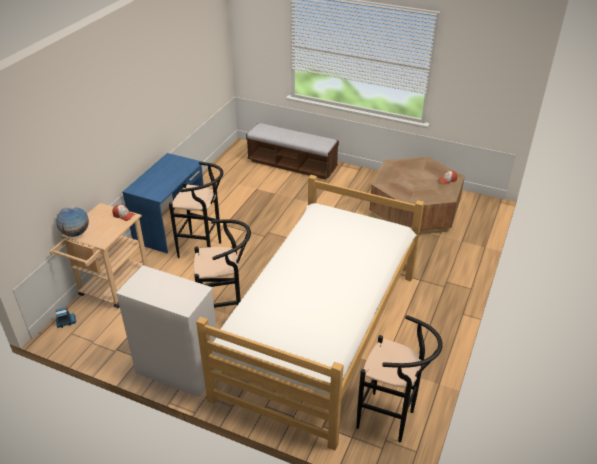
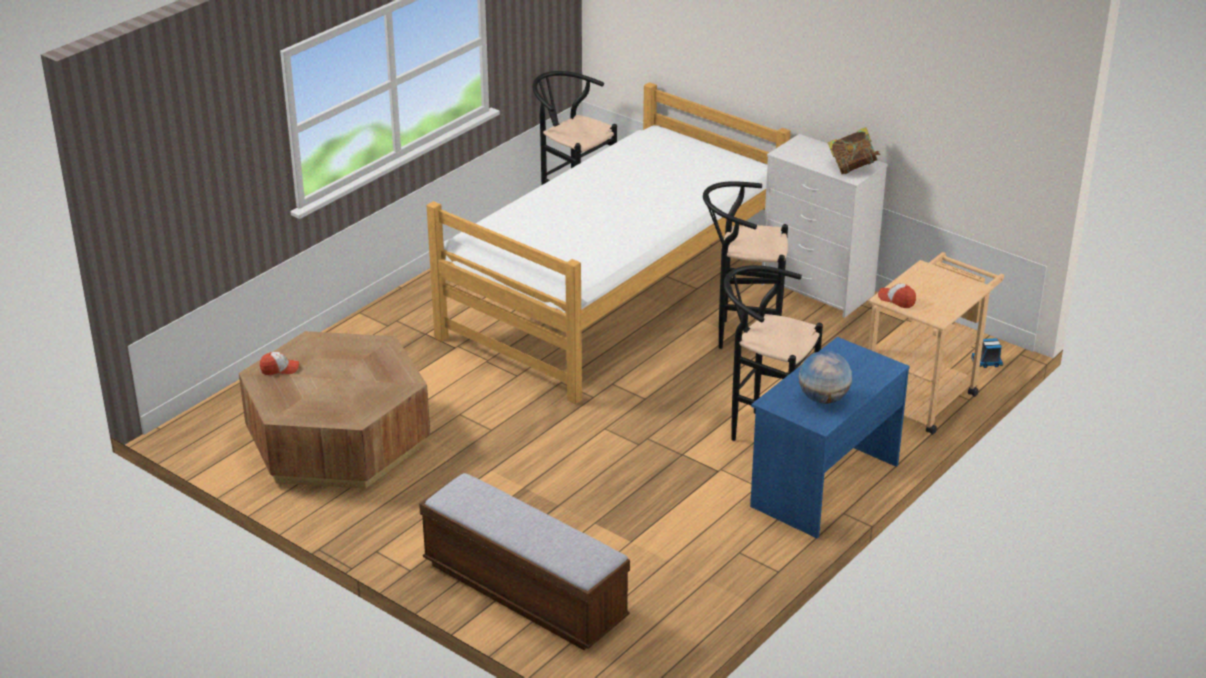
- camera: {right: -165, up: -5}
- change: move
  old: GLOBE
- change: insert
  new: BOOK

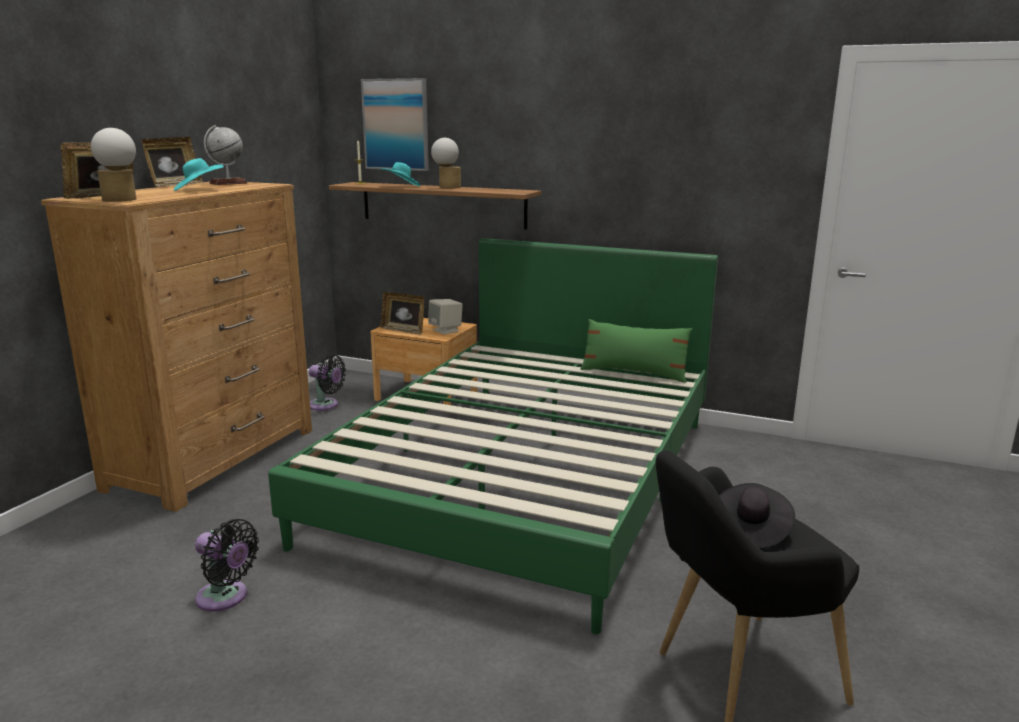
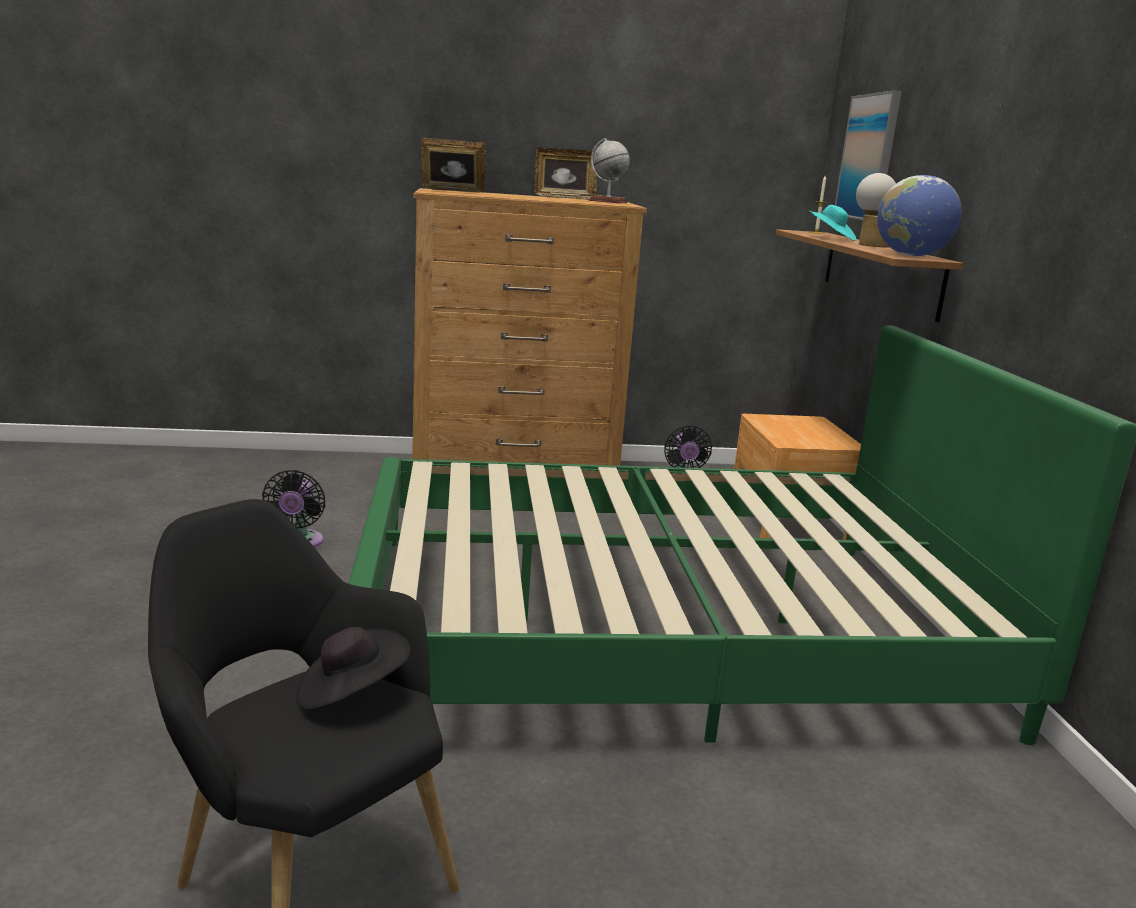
- camera: {right: 60, up: 0}
- change: insert
  new: GLOBE (2nd from left)
- change: delete
  old: TABLE LAMP (1st from left)
- change: delete
  old: TURQUOISE HAT (1st from left)
- change: delete
  old: PICTURE FRAME (3rd from left)
- change: delete
  old: BEIGE SPEAKER
- change: delete
  old: GREEN PILLOW

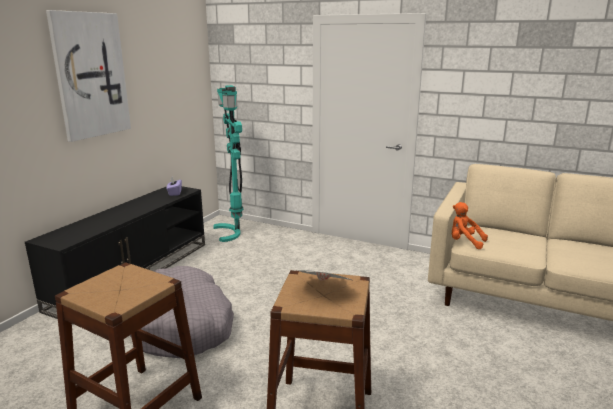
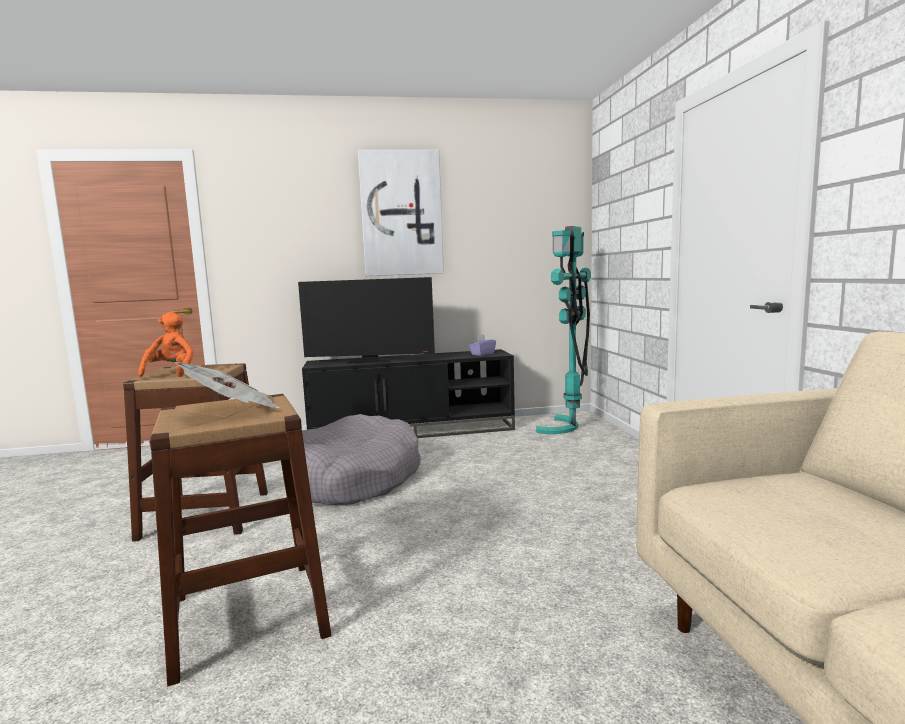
- camera: {right: 55, up: -10}
- change: move
  old: ORANGE PLUSH TOY
- change: insert
  new: TELEVISION

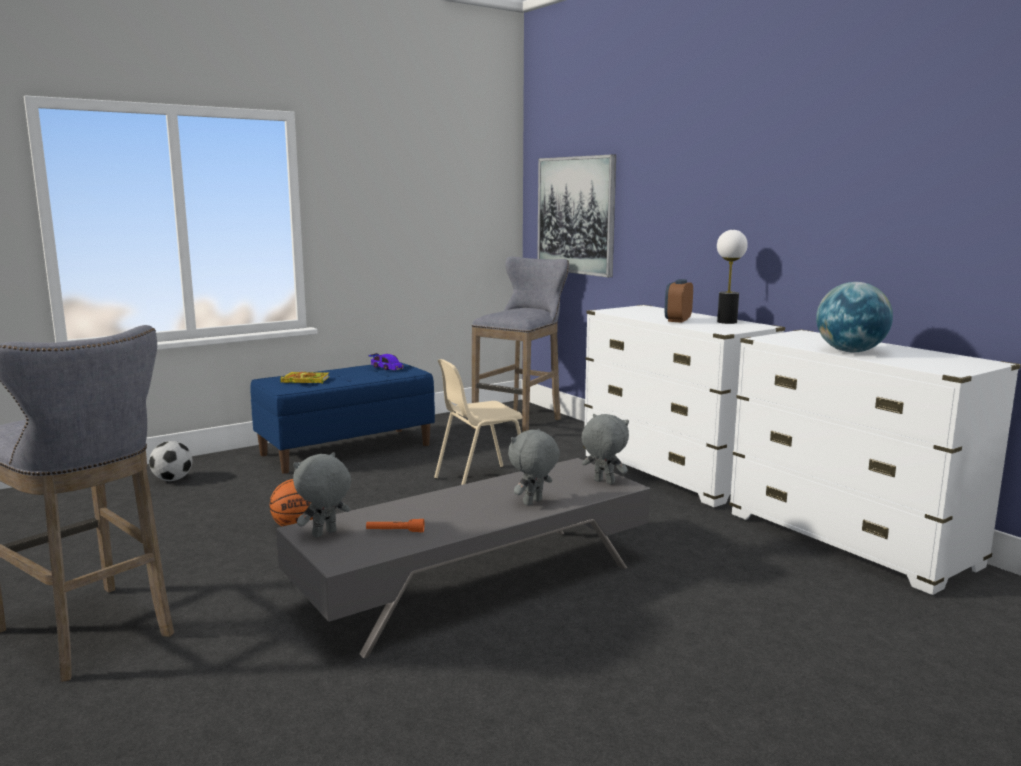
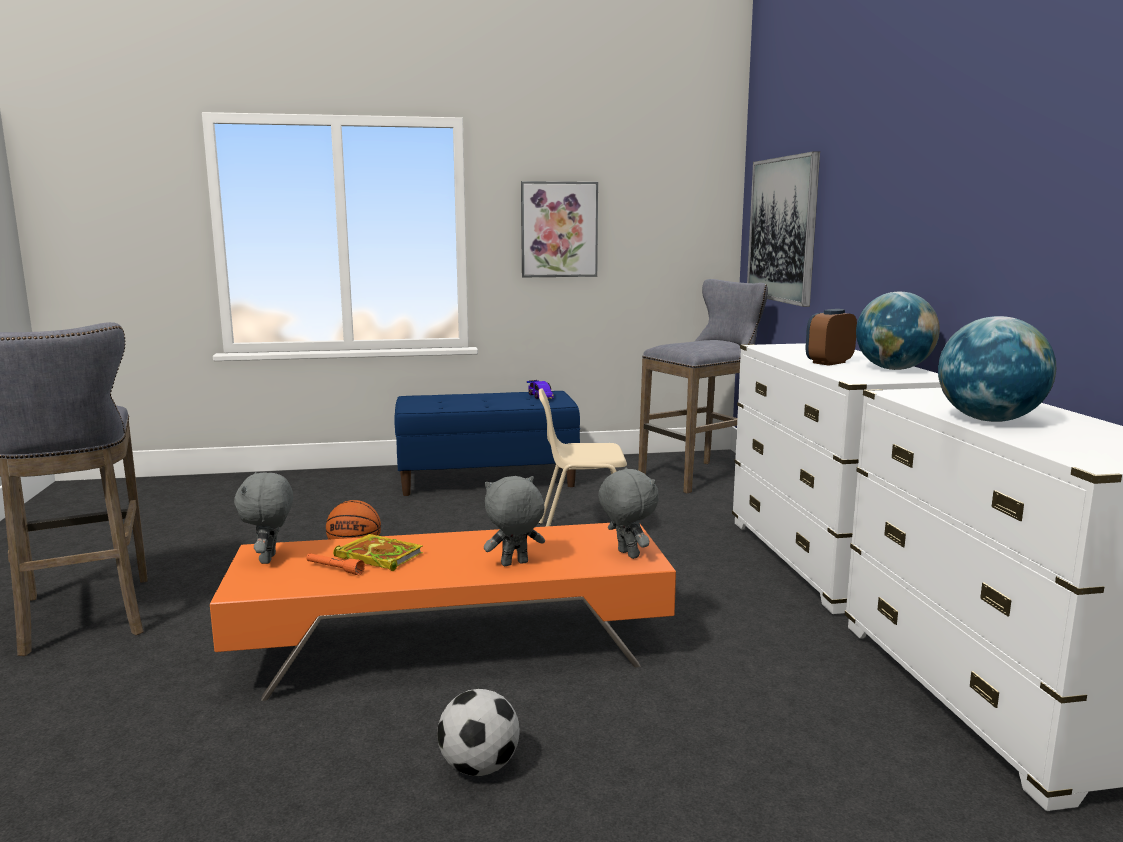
- camera: {right: 25, up: 0}
- change: recolor
  old: GREY COFFEE TABLE
  new: ORANGE COFFEE TABLE
- change: rotate
  old: GREY PLUSH TOY (1st from left)
  degrees: -75
- change: move
  old: BOOK
- change: move
  old: FOOTBALL
- change: insert
  new: PICTURE (1st from left)
- change: replace
  old: TABLE LAMP
  new: GLOBE (1st from left)

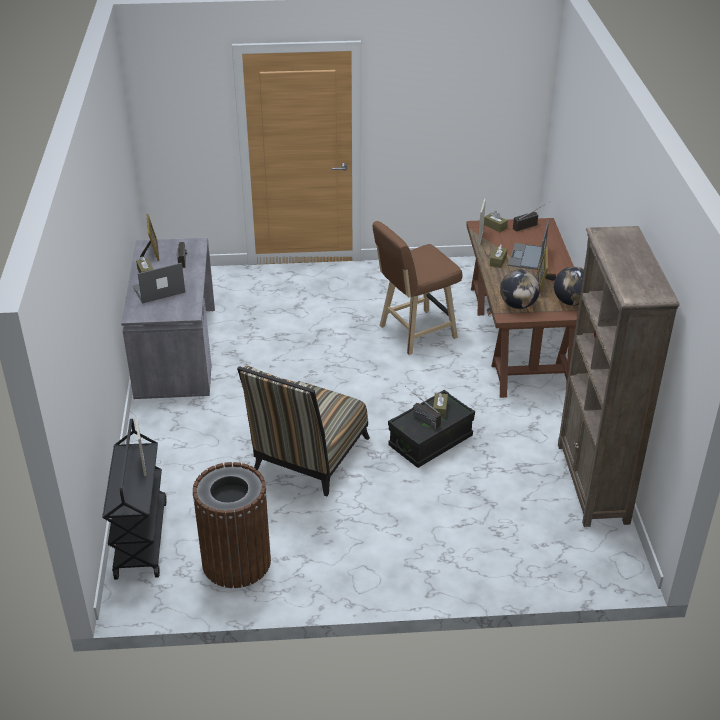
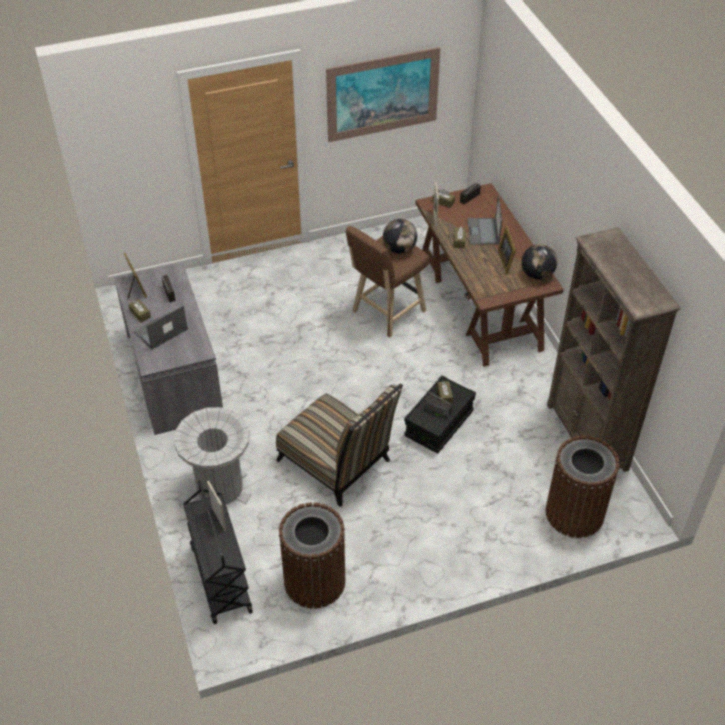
- camera: {right: -15, up: 10}
- change: insert
  new: GREY TRASH CAN
- change: rotate
  old: CHAIR
  degrees: -60
- change: insert
  new: PICTURE
- change: move
  old: GLOBE (1st from left)
- change: insert
  new: BROWN TRASH CAN (2nd from left)

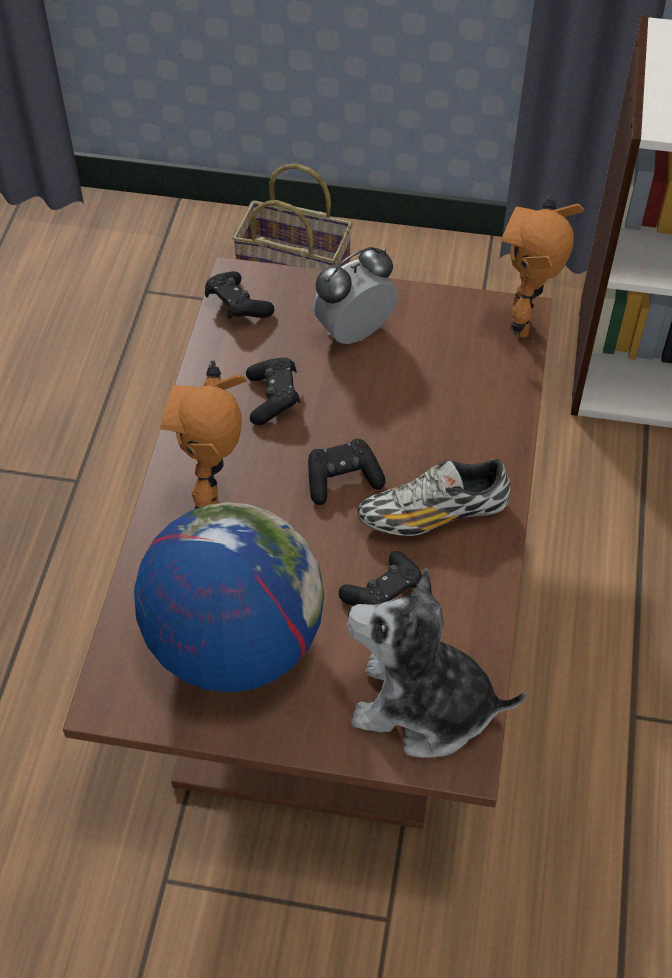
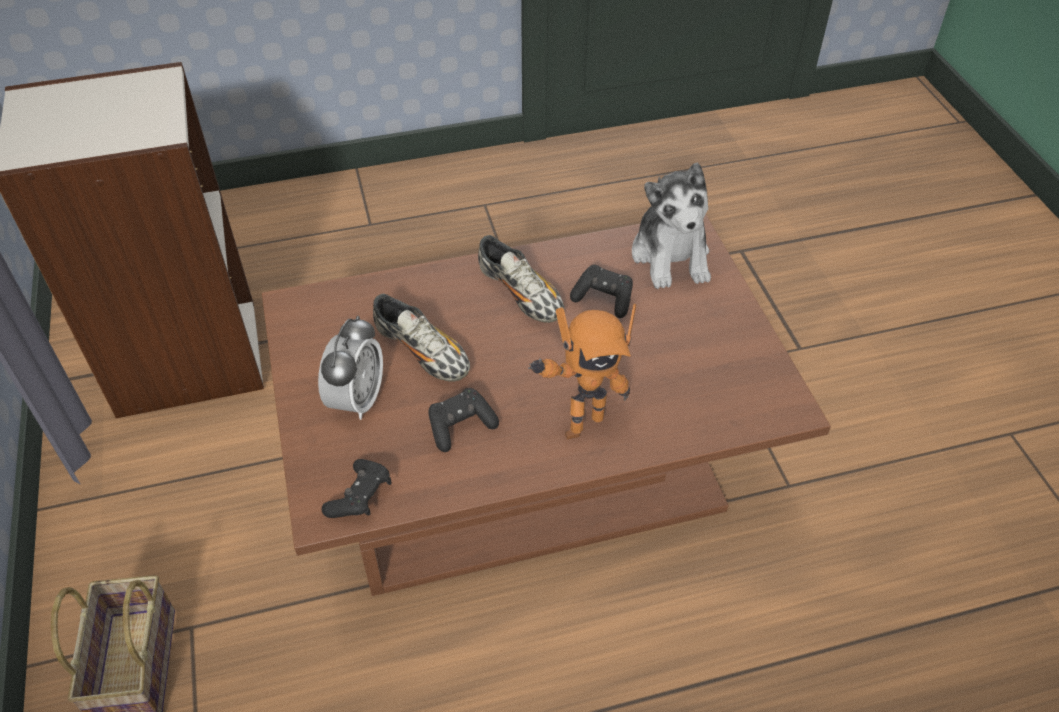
- camera: {right: -115, up: -5}
- change: rotate
  old: ALARM CLOCK
  degrees: -105
- change: insert
  new: SHOE (1st from left)
- change: delete
  old: GLOBE
- change: delete
  old: BLACK GAME CONTROLLER (3rd from left)
- change: delete
  old: TOY ROBOT (2nd from left)

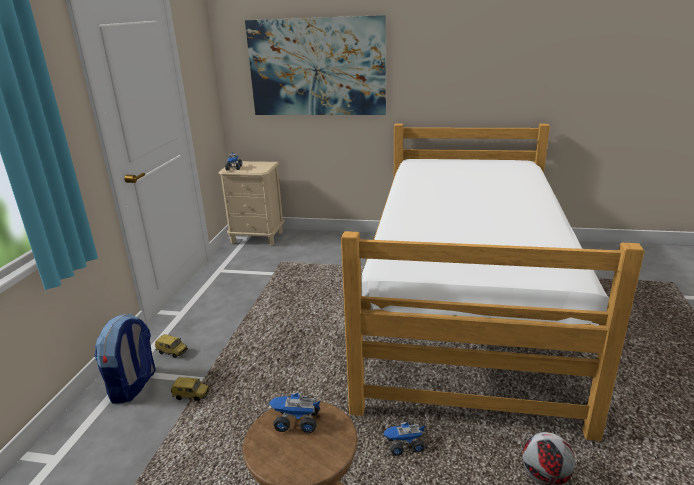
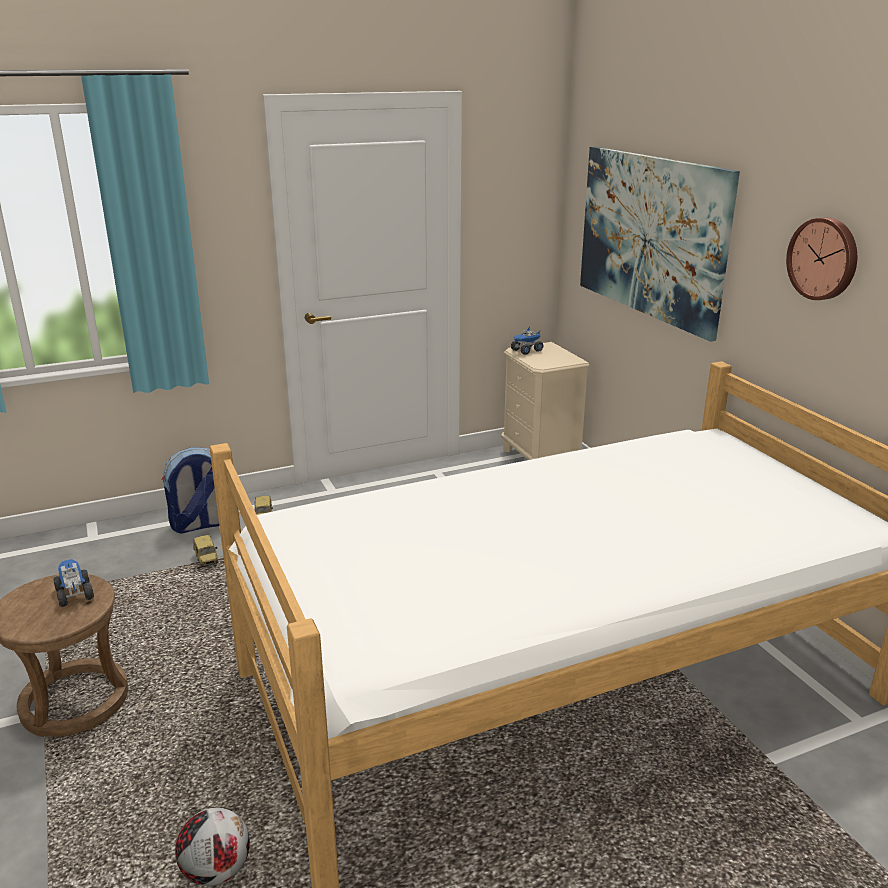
- camera: {right: 55, up: 0}
- change: insert
  new: WALL CLOCK
- change: delete
  old: TOY TRUCK (3rd from left)

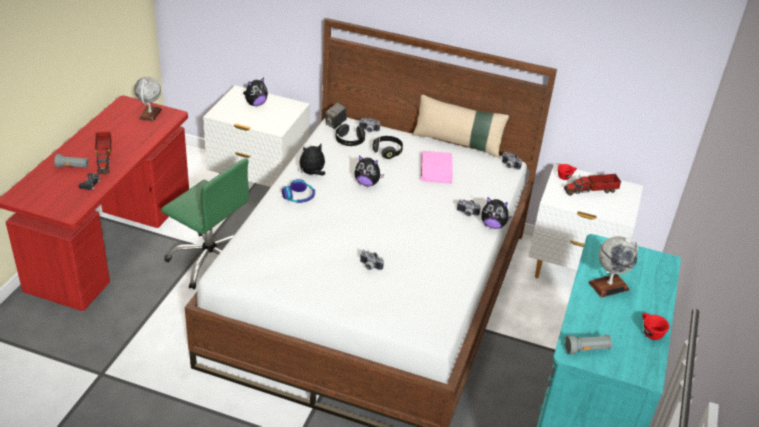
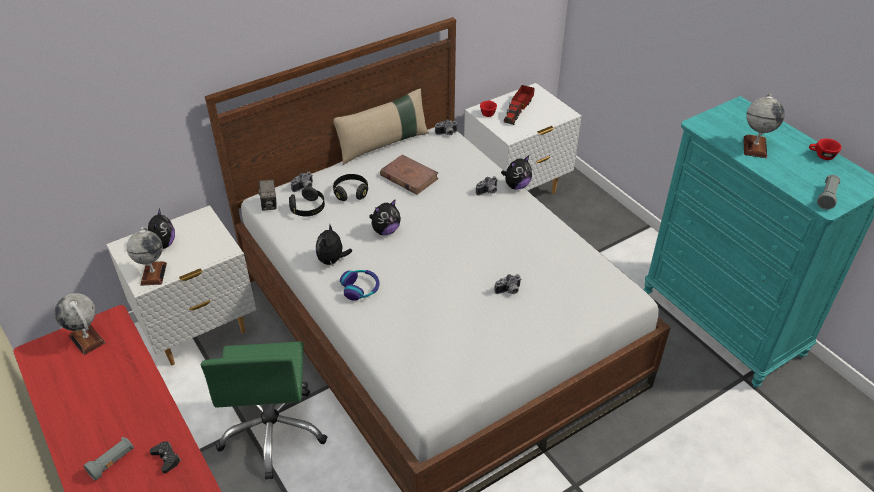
- camera: {right: -50, up: 5}
- change: insert
  new: GLOBE (2nd from left)
- change: rotate
  old: GREEN OFFICE CHAIR
  degrees: 105
- change: recolor
  old: PINK BOOK
  new: BROWN BOOK
- change: delete
  old: TOY TRUCK (1st from left)

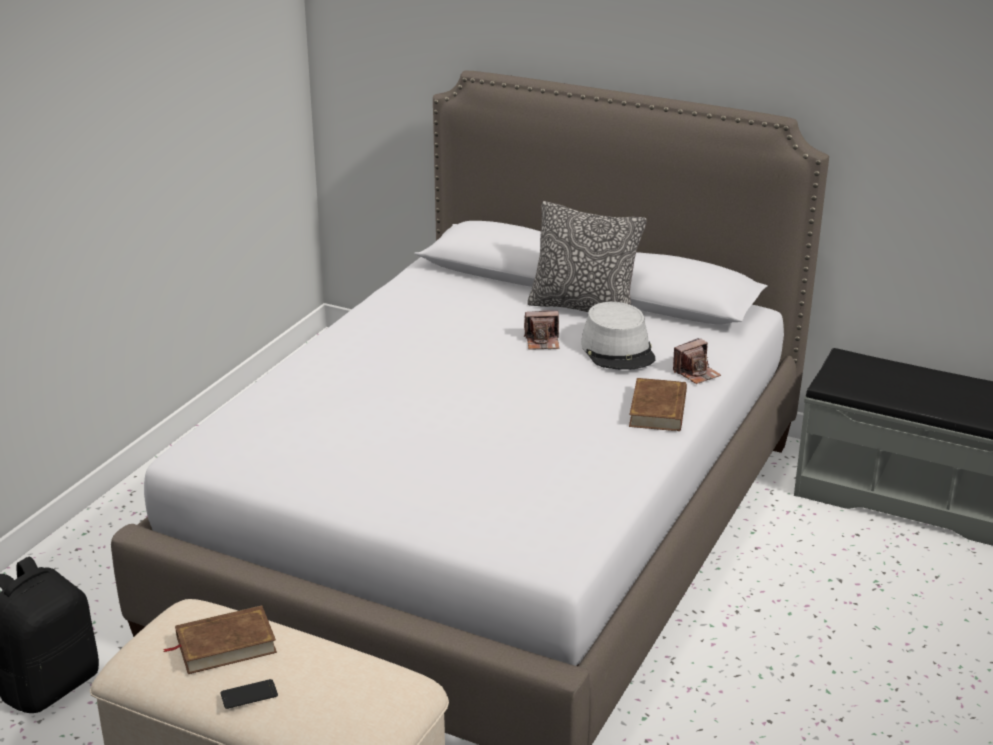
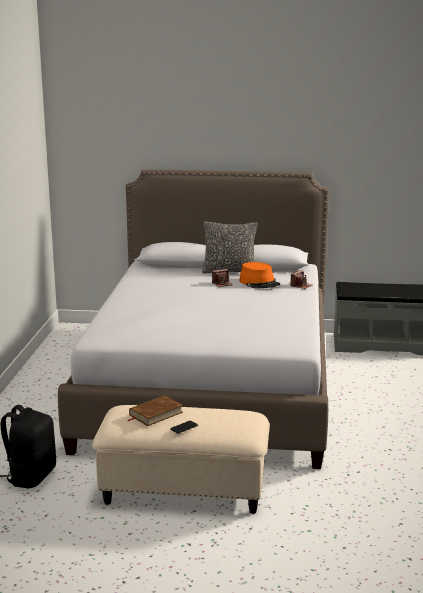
- camera: {right: -20, up: -10}
- change: recolor
  old: GREY HAT
  new: ORANGE HAT
- change: delete
  old: BROWN BOOK (2nd from left)

